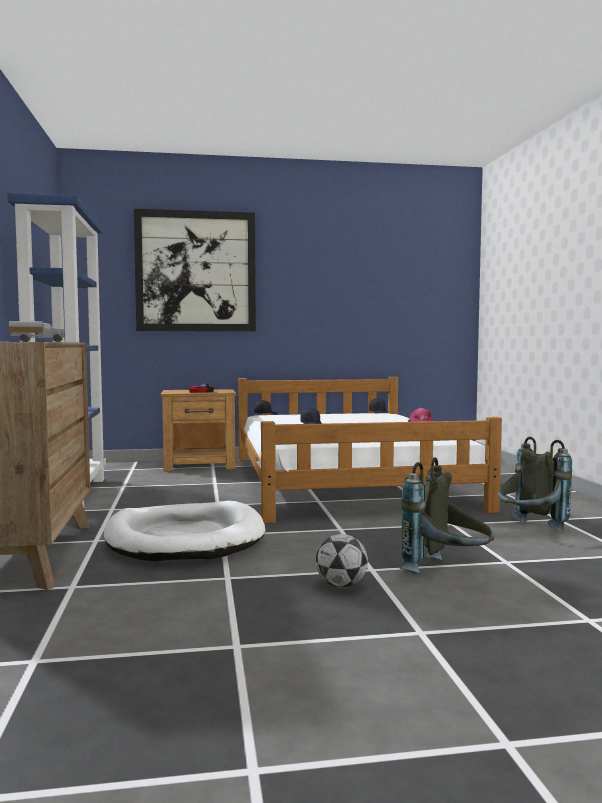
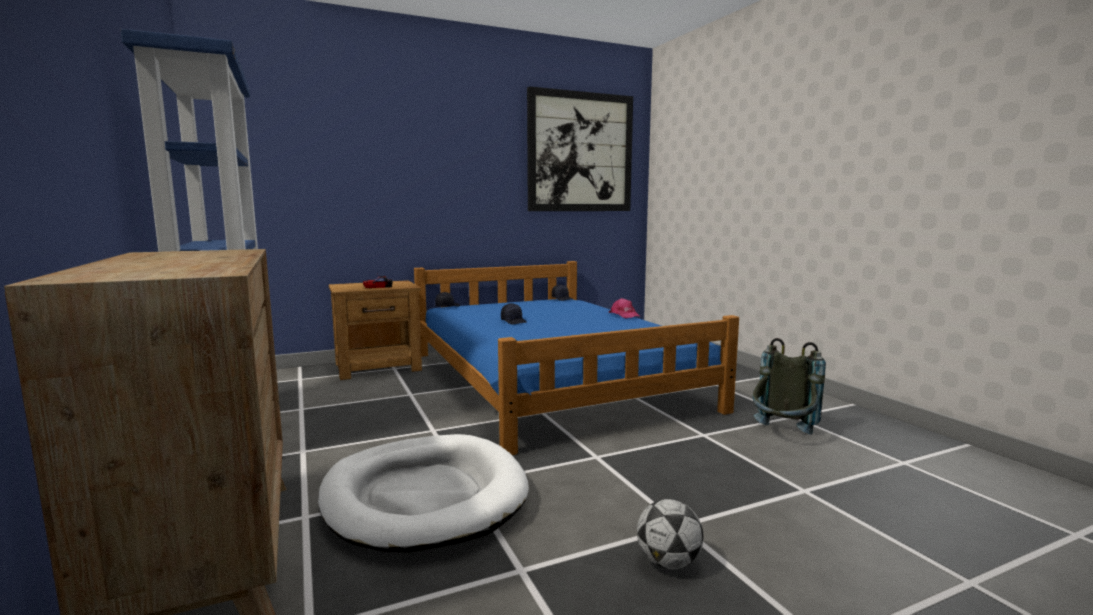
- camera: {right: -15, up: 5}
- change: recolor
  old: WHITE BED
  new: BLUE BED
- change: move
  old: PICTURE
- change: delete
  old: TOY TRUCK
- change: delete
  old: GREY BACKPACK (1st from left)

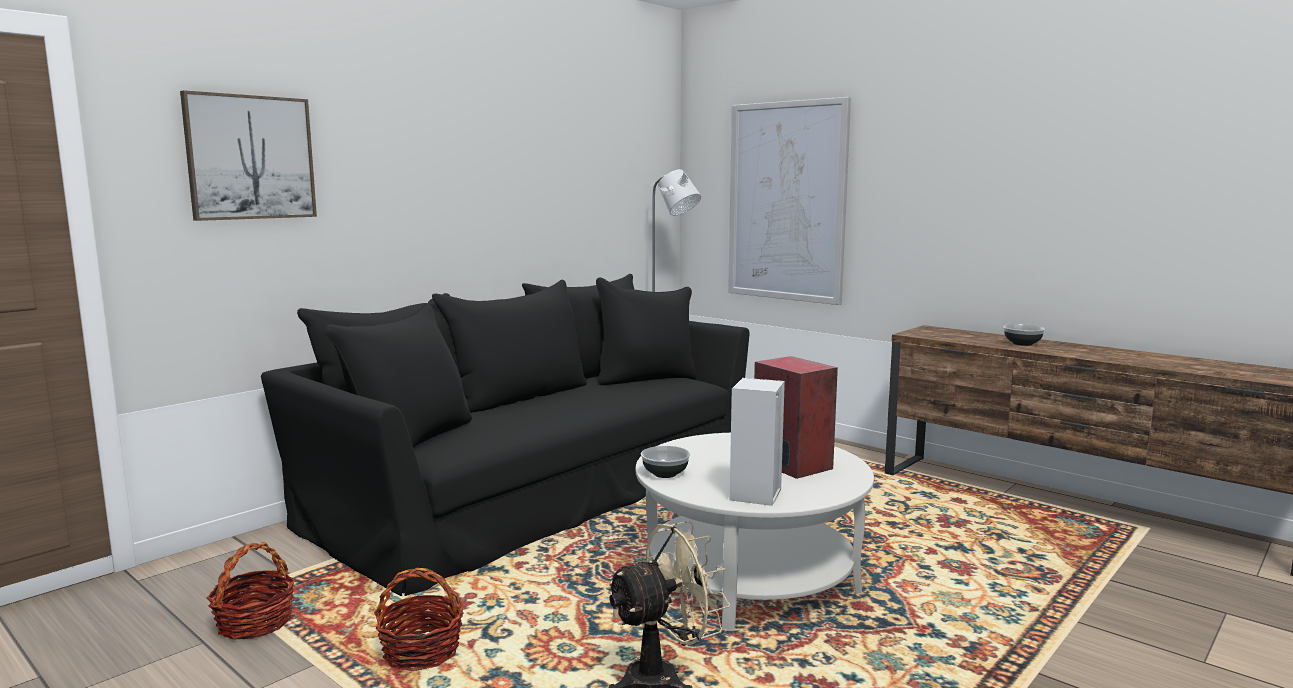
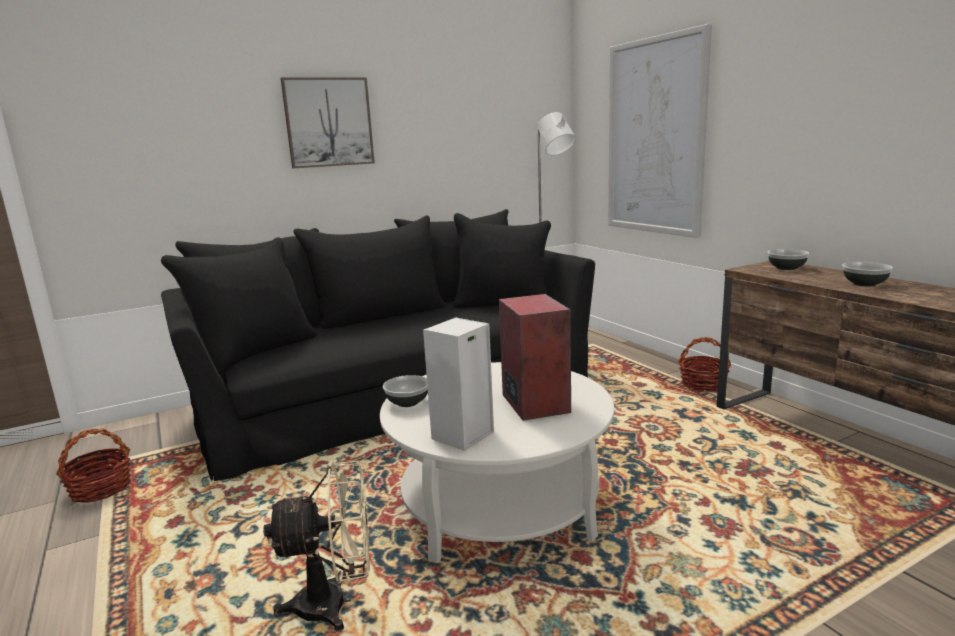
- camera: {right: 20, up: 5}
- change: move
  old: PICTURE (1st from left)
- change: move
  old: BASKET (2nd from left)
- change: insert
  new: BOWL (2nd from left)

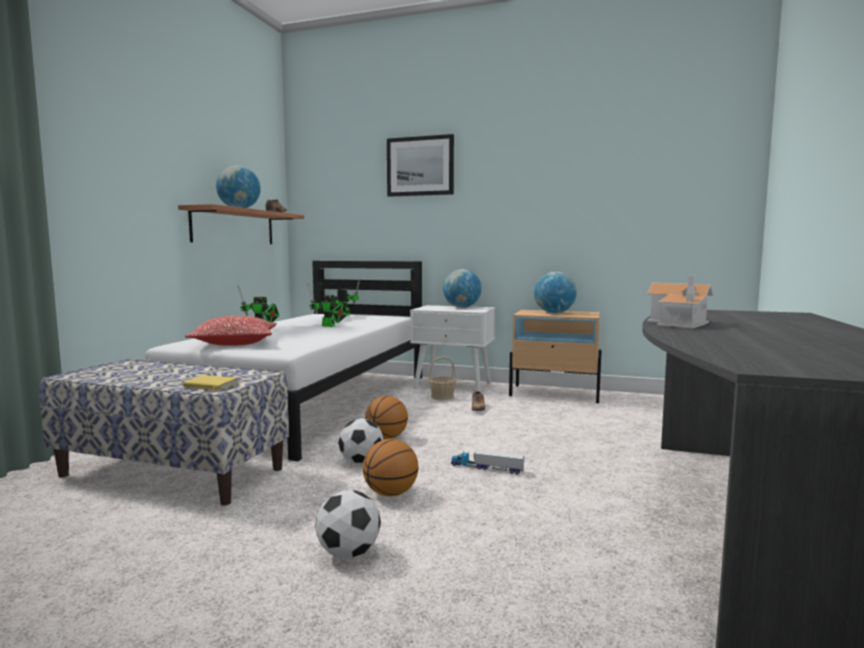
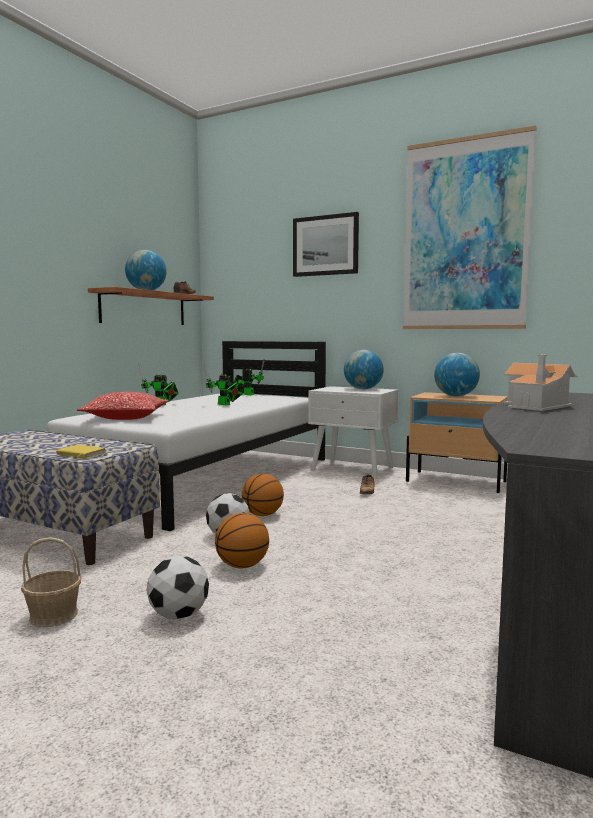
- camera: {right: 10, up: 0}
- change: move
  old: BASKET
- change: insert
  new: PICTURE (2nd from left)
- change: delete
  old: TOY TRUCK

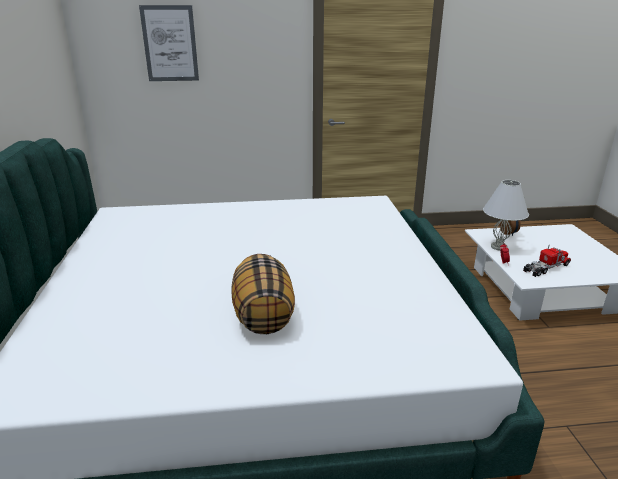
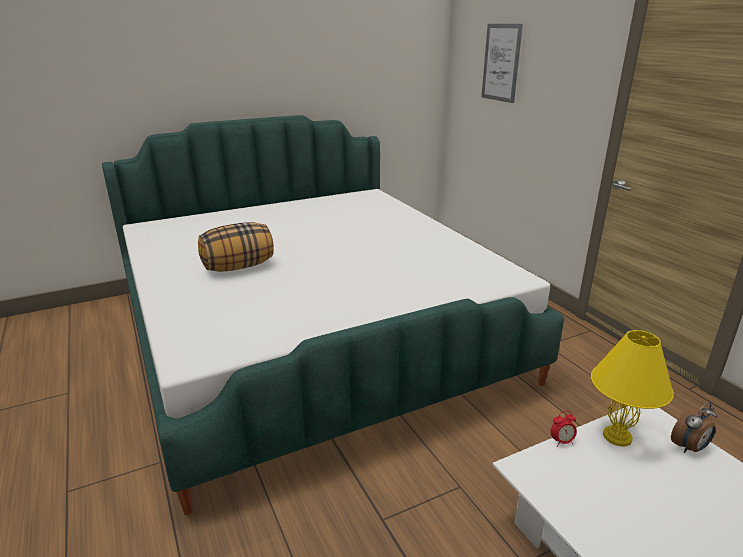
- camera: {right: 70, up: 0}
- change: recolor
  old: WHITE TABLE LAMP
  new: YELLOW TABLE LAMP
- change: delete
  old: TOY TRUCK

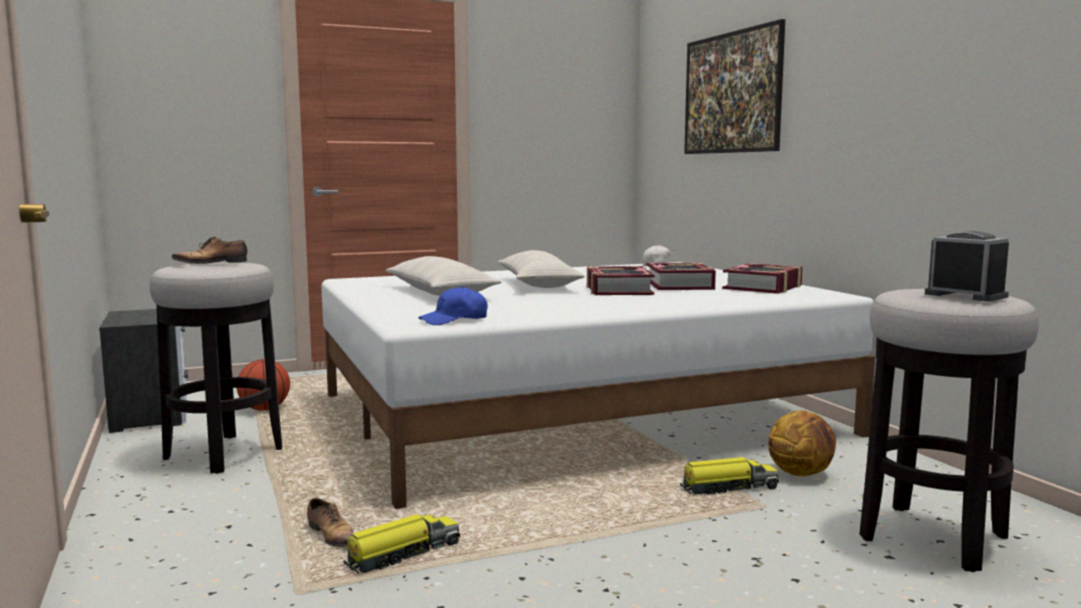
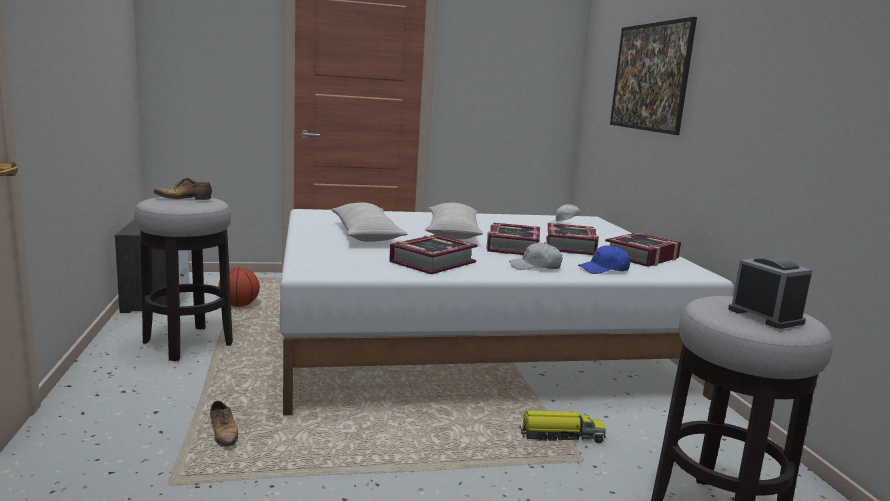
- camera: {right: 10, up: 5}
- change: insert
  new: BOOK (1st from left)
- change: insert
  new: WHITE CAP (1st from left)
- change: move
  old: BLUE CAP
- change: delete
  old: TOY TRUCK (1st from left)
- change: delete
  old: BASKETBALL (2nd from left)

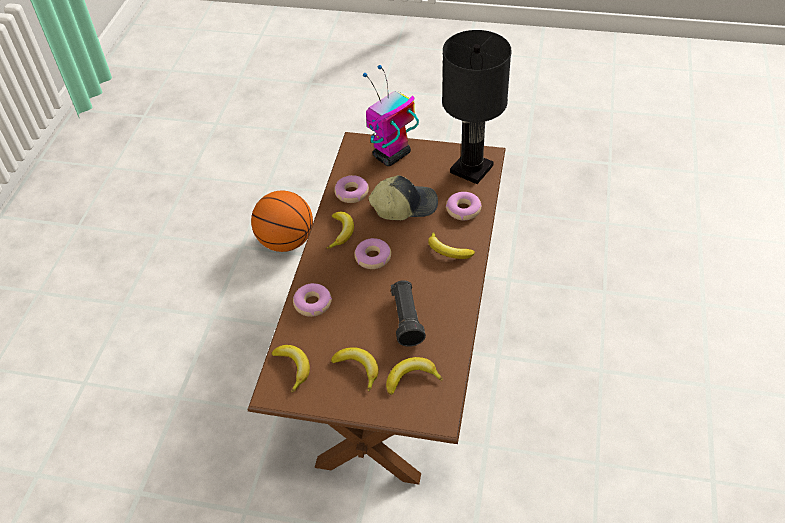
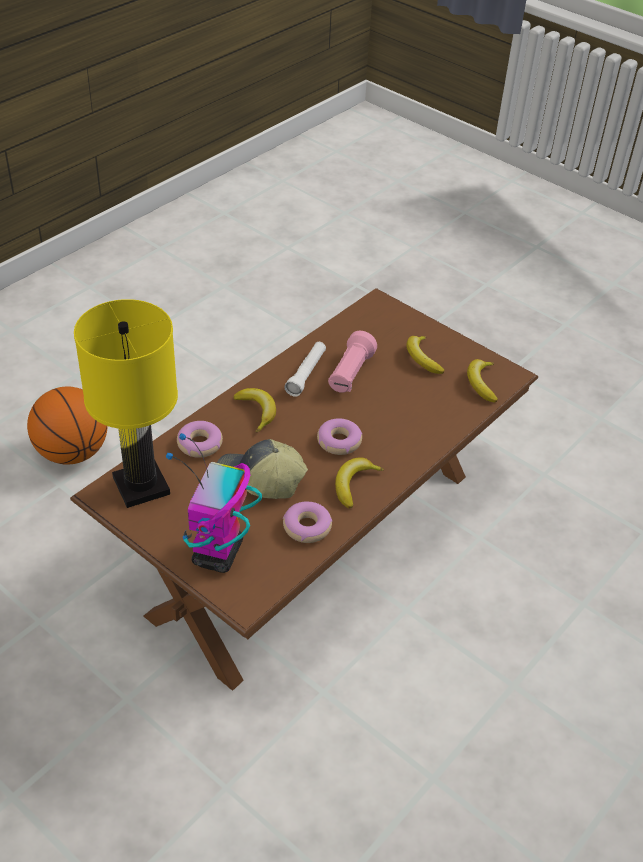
- camera: {right: -155, up: -5}
- change: move
  old: BASKETBALL
- change: recolor
  old: BLACK TABLE LAMP
  new: YELLOW TABLE LAMP
- change: rotate
  old: TOY ROBOT
  degrees: 120
- change: insert
  new: WHITE FLASHLIGHT
- change: recolor
  old: BLACK FLASHLIGHT
  new: PINK FLASHLIGHT
- change: delete
  old: DONUT (1st from left)
- change: delete
  old: BANANA (4th from left)

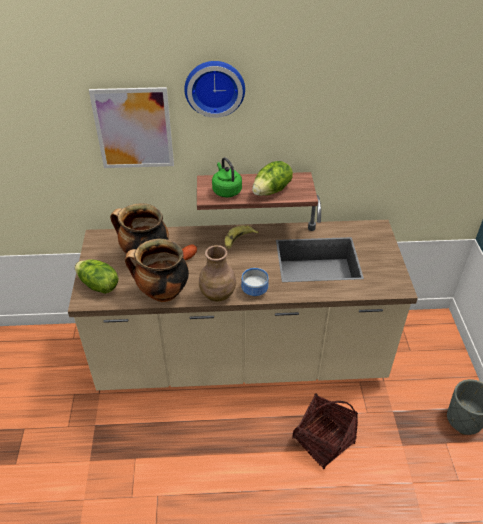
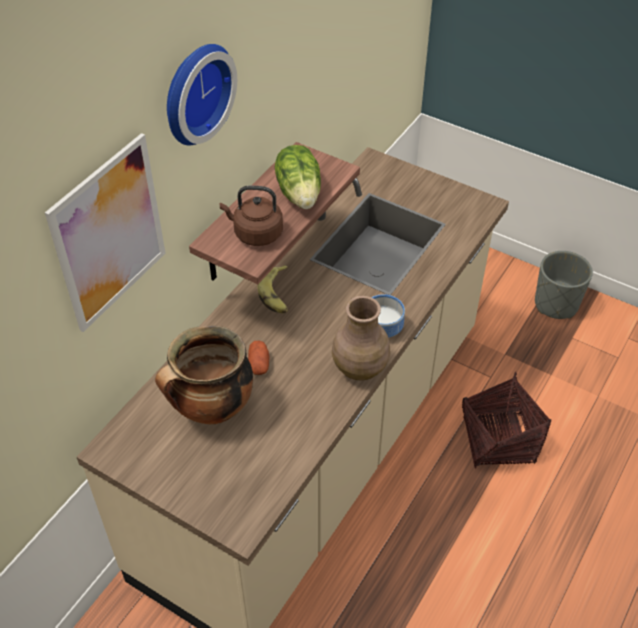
- camera: {right: -55, up: 5}
- change: recolor
  old: GREEN KETTLE
  new: BROWN KETTLE
- change: delete
  old: LETTUCE (1st from left)
- change: delete
  old: COOKING POT (2nd from left)

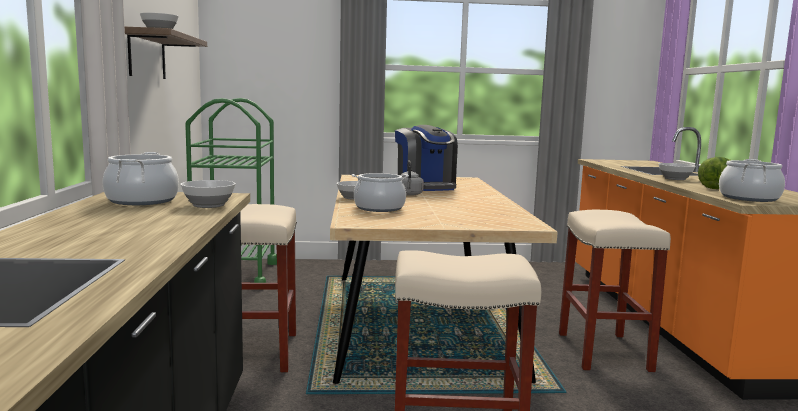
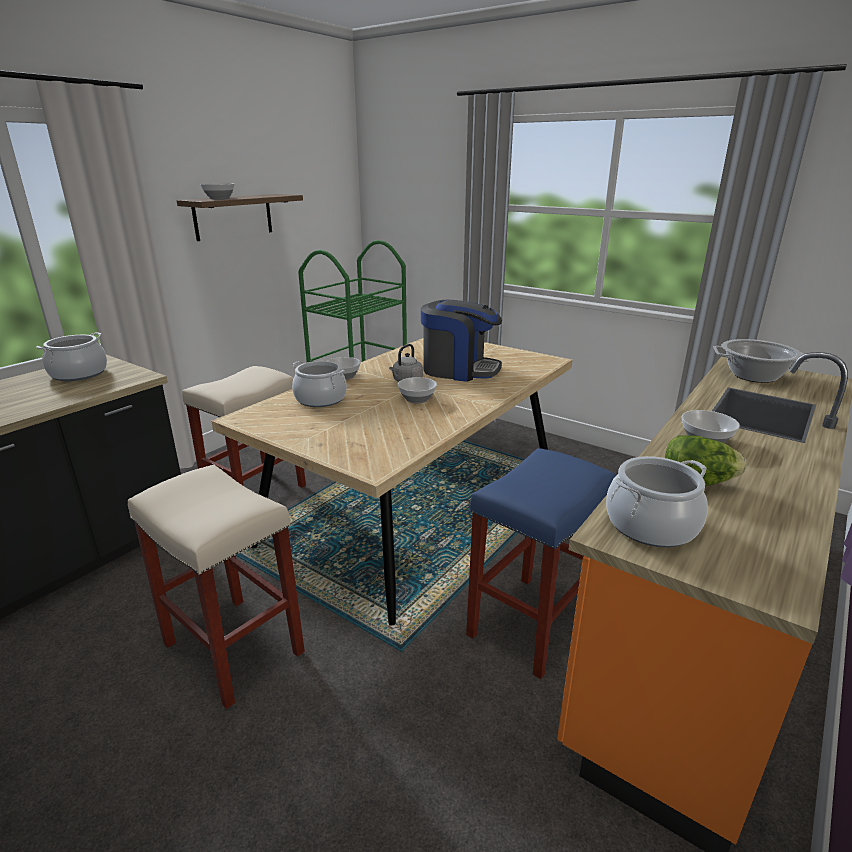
- camera: {right: 40, up: 15}
- change: move
  old: BOWL (2nd from left in the first image)
  new: BOWL (3rd from left)
- change: rotate
  old: COFFEE MACHINE
  degrees: -90
- change: recolor
  old: BEIGE STOOL (3rd from left)
  new: BLUE STOOL
- change: insert
  new: COOKING POT (4th from left)

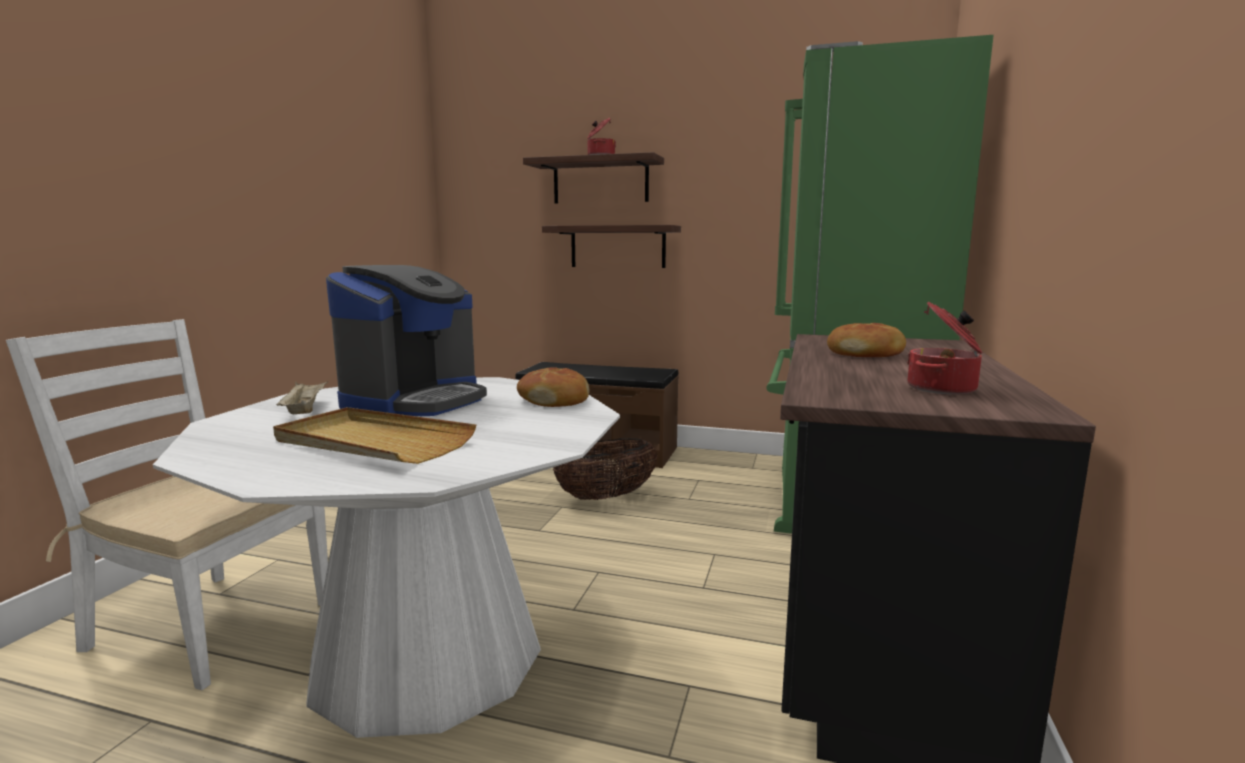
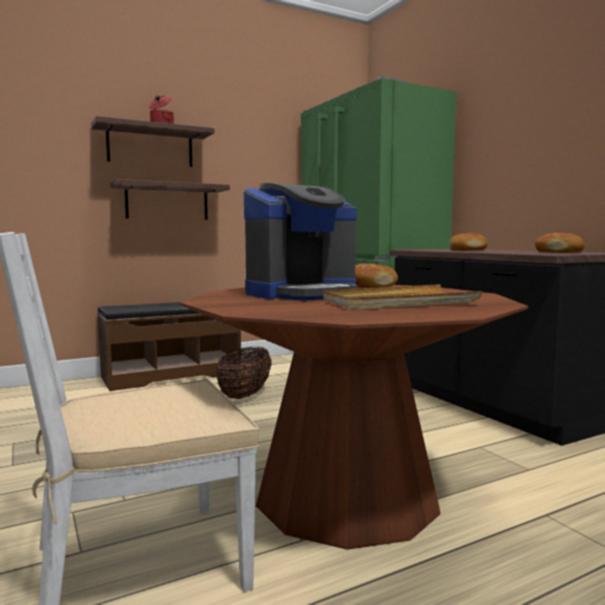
- camera: {right: -45, up: -5}
- change: recolor
  old: WHITE DINING TABLE
  new: BROWN DINING TABLE
- change: rotate
  old: COFFEE MACHINE
  degrees: 75
- change: replace
  old: COOKING POT (2nd from left)
  new: BREAD (3rd from left)
- change: delete
  old: BEIGE TRAY (1st from left)

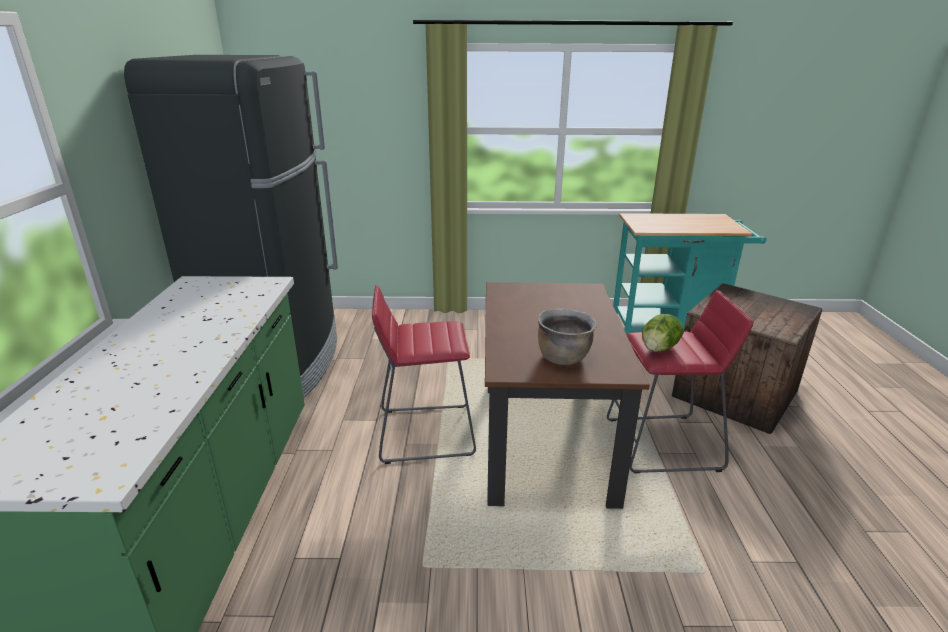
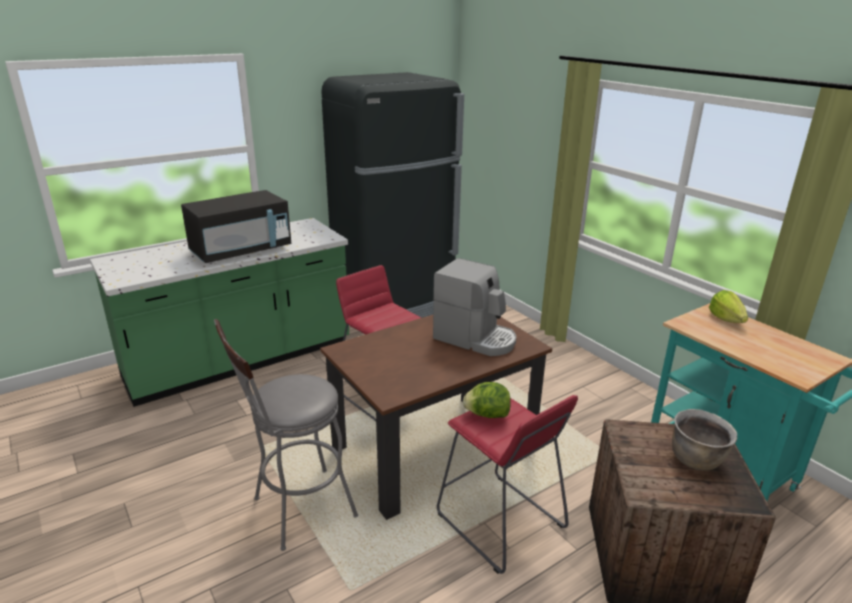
- camera: {right: 55, up: 0}
- change: insert
  new: BLACK MICROWAVE
- change: insert
  new: GREY STOOL
- change: insert
  new: COFFEE MACHINE
- change: move
  old: BROWN COOKING POT
- change: insert
  new: LETTUCE (2nd from left)

